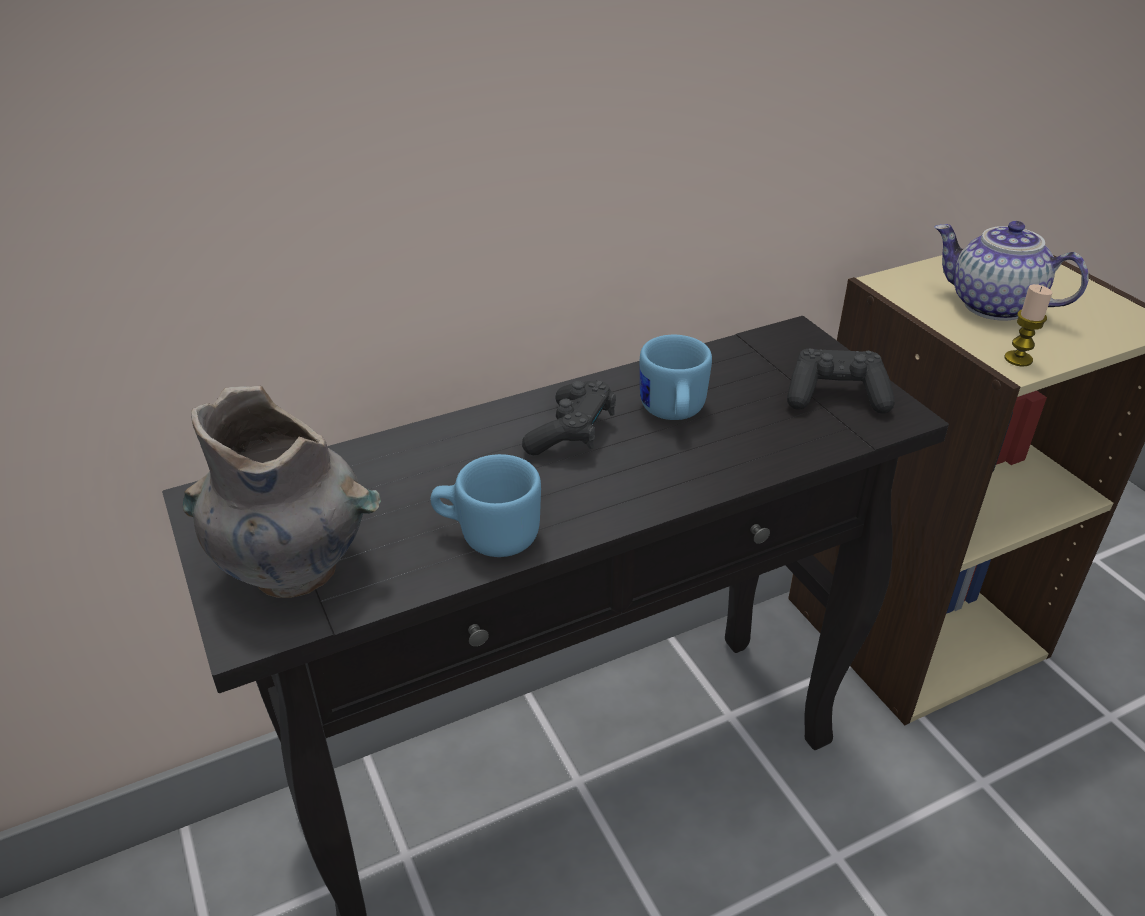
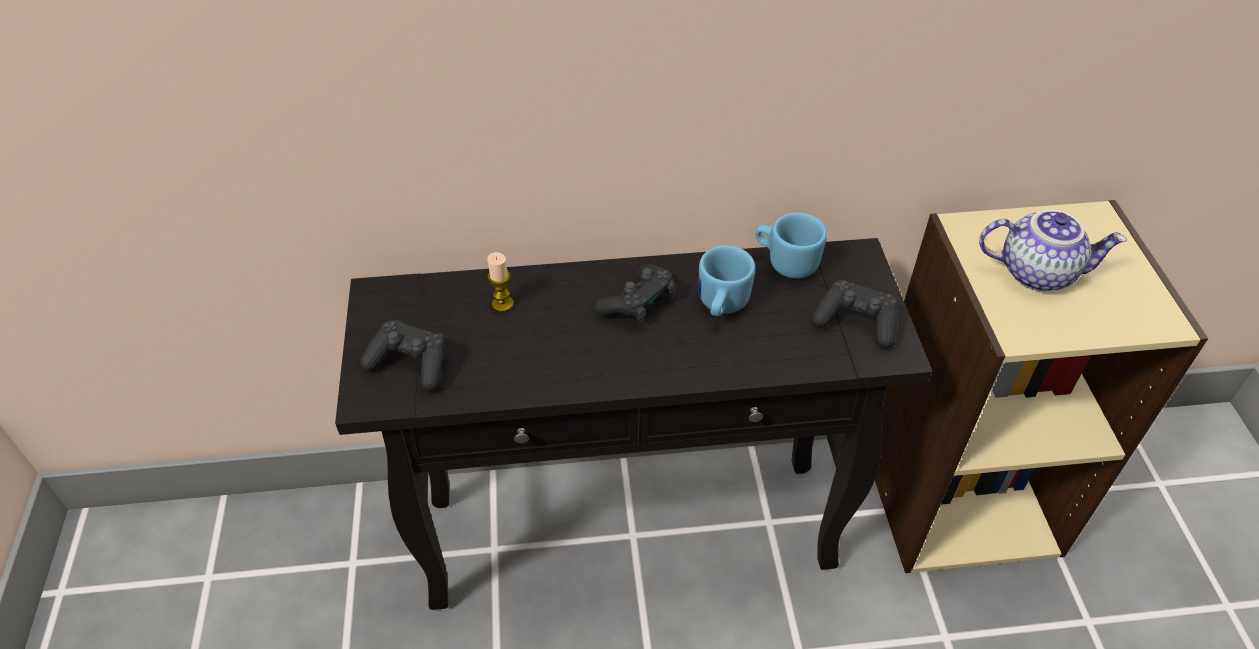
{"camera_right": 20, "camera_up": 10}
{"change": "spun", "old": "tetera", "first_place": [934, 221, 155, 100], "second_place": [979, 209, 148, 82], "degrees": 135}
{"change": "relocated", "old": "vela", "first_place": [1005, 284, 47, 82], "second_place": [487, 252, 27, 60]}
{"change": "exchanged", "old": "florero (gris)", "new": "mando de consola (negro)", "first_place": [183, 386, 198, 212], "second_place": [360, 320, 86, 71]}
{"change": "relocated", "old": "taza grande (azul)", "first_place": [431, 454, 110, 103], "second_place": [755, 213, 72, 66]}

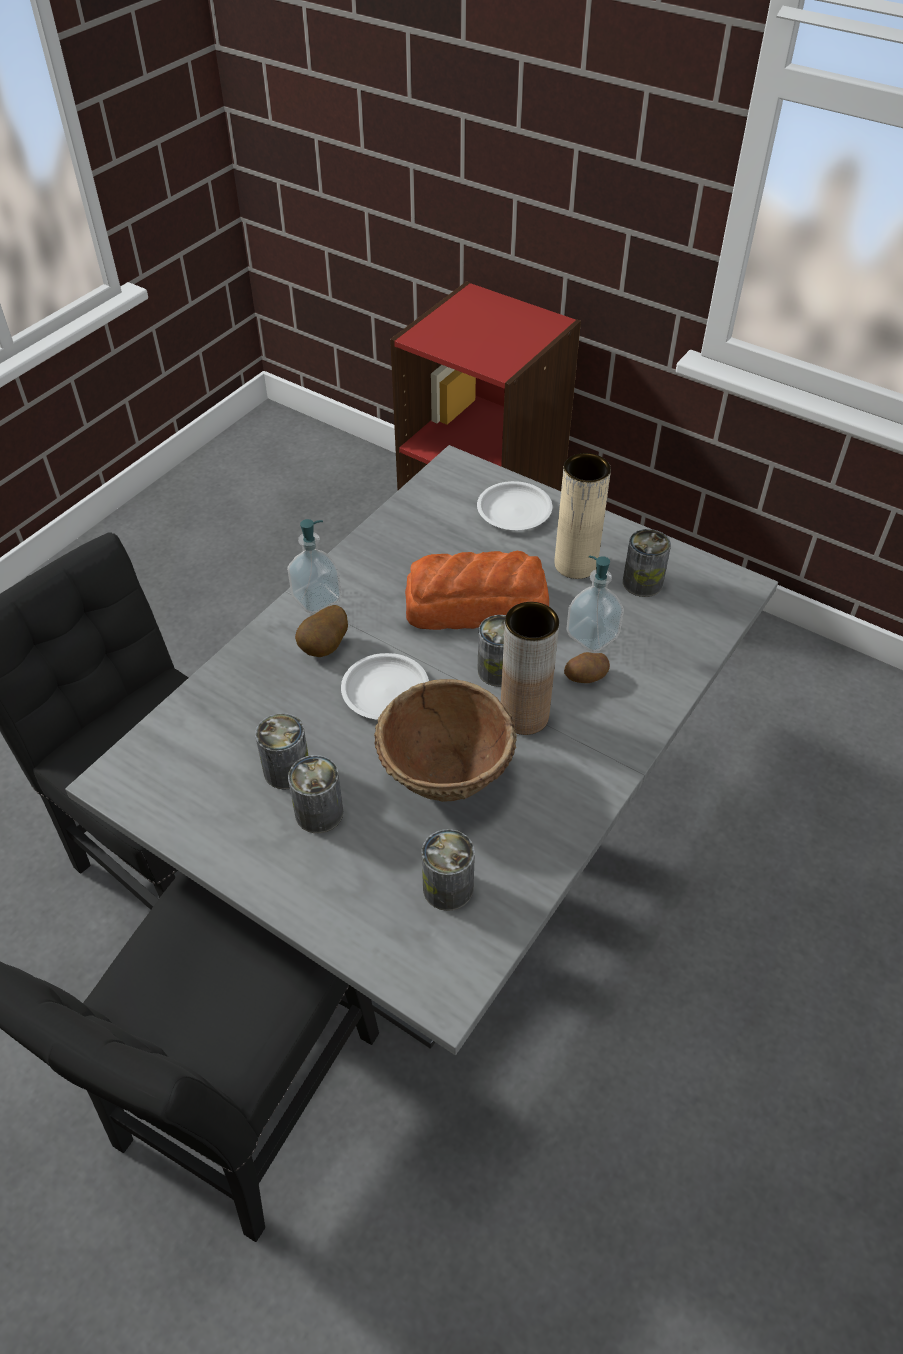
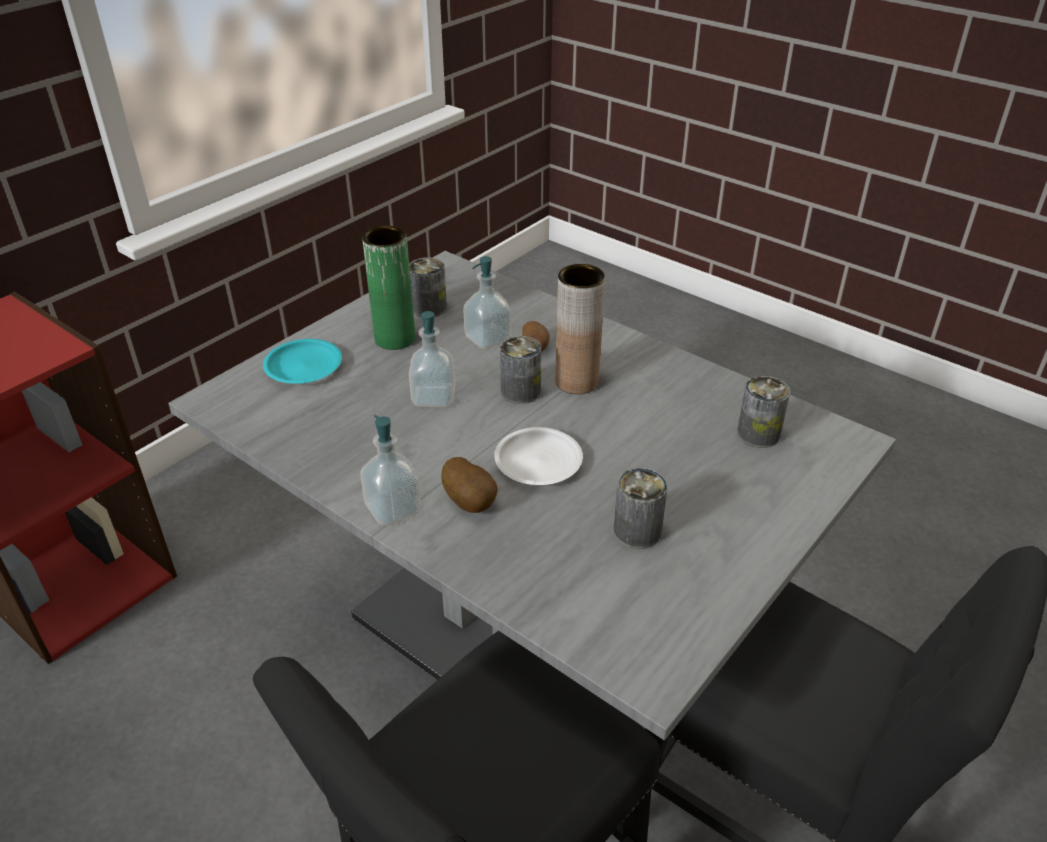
{"camera_right": -85, "camera_up": -10}
{"change": "colour", "old": "florero (beis)", "new": "florero (verde)", "first_place": [555, 453, 56, 126], "second_place": [362, 226, 53, 124]}
{"change": "colour", "old": "plato (blanco)", "new": "plato (turquesa)", "first_place": [477, 481, 75, 49], "second_place": [263, 339, 79, 45]}
{"change": "exchanged", "old": "pan", "new": "dispensador de jabón", "first_place": [405, 551, 144, 79], "second_place": [409, 311, 47, 97]}
{"change": "missing", "old": "cuenco (marrón)", "first_place": [374, 679, 143, 123]}
{"change": "missing", "old": "lata", "first_place": [288, 755, 55, 78]}

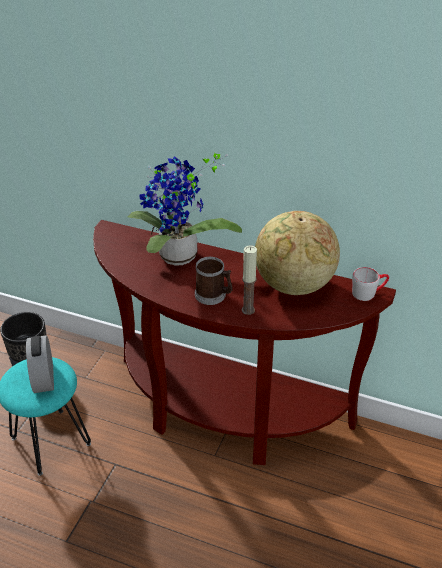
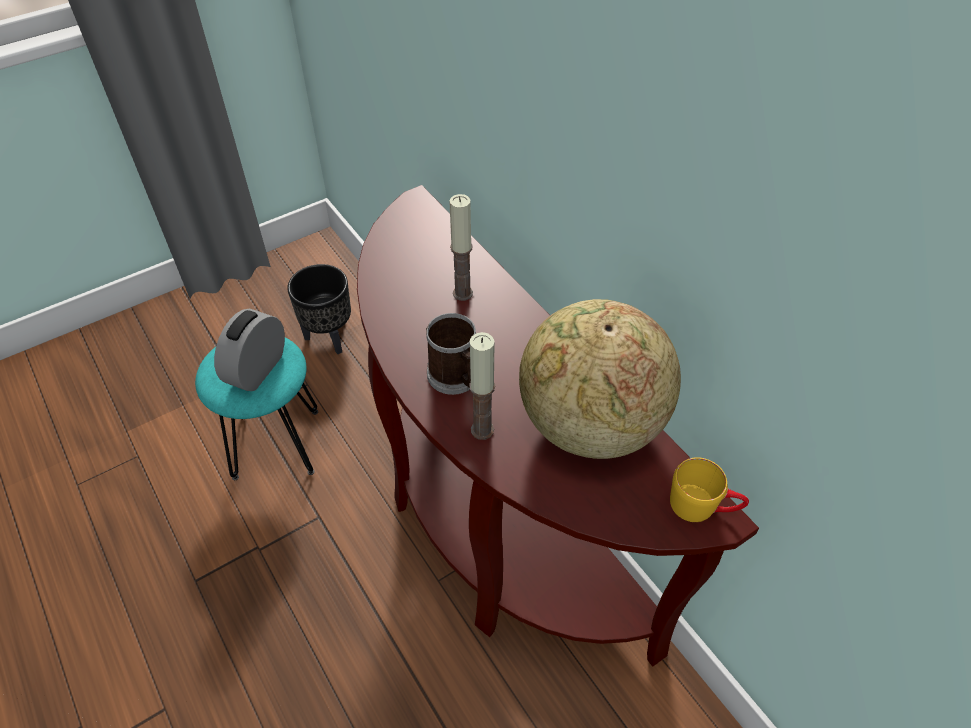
{"camera_right": 35, "camera_up": 10}
{"change": "exchanged", "old": "planta en maceta", "new": "vela", "first_place": [127, 153, 115, 112], "second_place": [449, 194, 24, 107]}
{"change": "colour", "old": "taza grande (gris)", "new": "taza grande (amarillo)", "first_place": [352, 267, 37, 34], "second_place": [670, 457, 79, 65]}

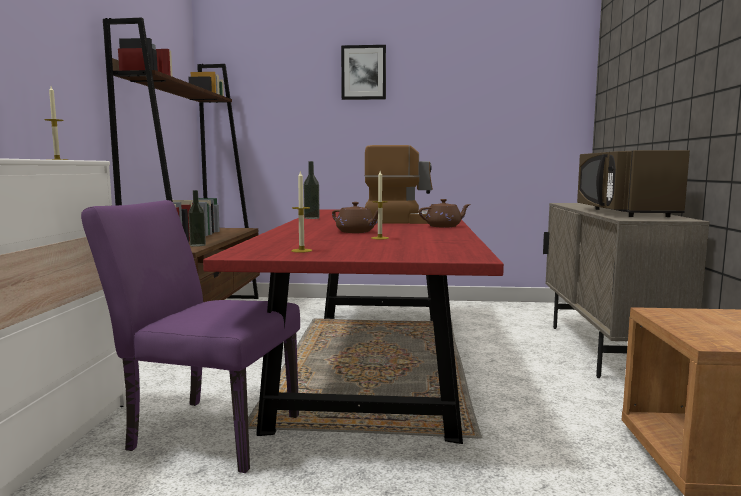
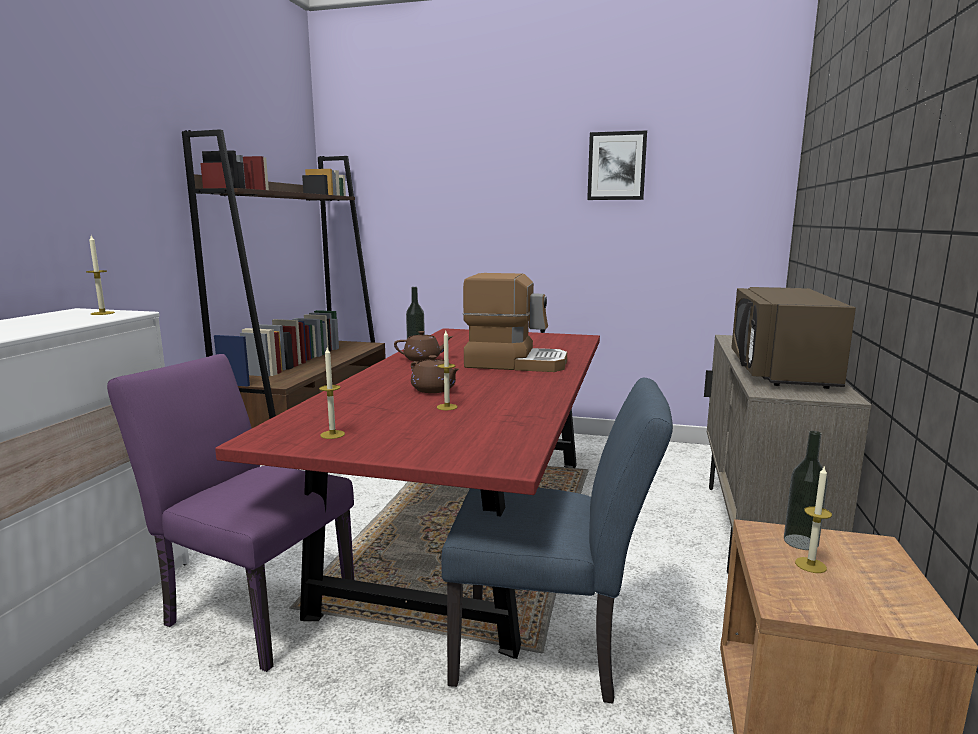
{"camera_right": 10, "camera_up": 5}
{"change": "relocated", "old": "cuadro", "first_place": [341, 45, 45, 55], "second_place": [587, 130, 60, 70]}
{"change": "relocated", "old": "botella", "first_place": [188, 190, 18, 57], "second_place": [784, 431, 44, 119]}
{"change": "relocated", "old": "tetera (marrón)", "first_place": [419, 199, 52, 28], "second_place": [394, 331, 59, 31]}
{"change": "appeared", "new": "silla (azul)", "second_place": [441, 378, 232, 326]}
{"change": "appeared", "new": "vela", "second_place": [795, 465, 37, 108]}

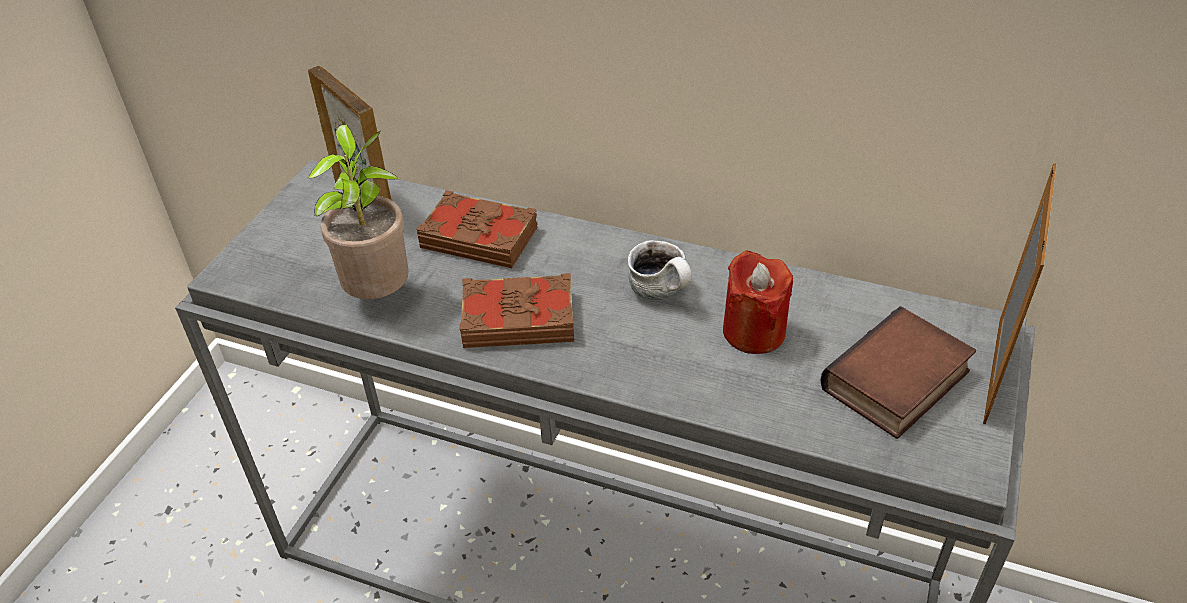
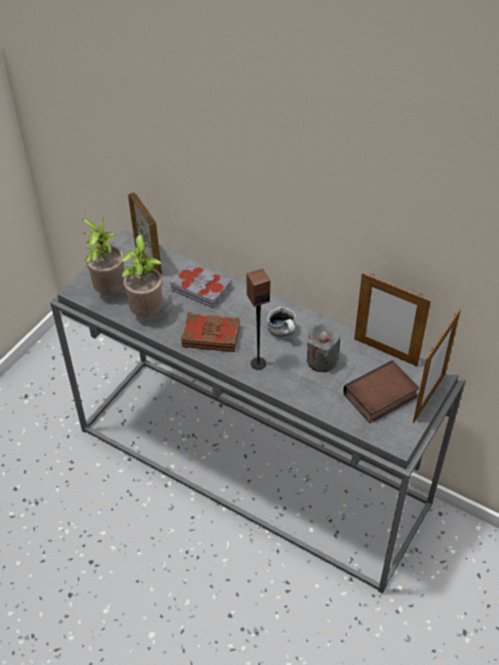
{"camera_right": 10, "camera_up": 5}
{"change": "colour", "old": "libro (marrón)", "new": "libro (gris)", "first_place": [416, 190, 122, 78], "second_place": [170, 261, 62, 48]}
{"change": "colour", "old": "vela (rojo)", "new": "vela (gris)", "first_place": [723, 250, 70, 104], "second_place": [307, 323, 33, 49]}
{"change": "appeared", "new": "planta en maceta", "second_place": [83, 217, 41, 77]}
{"change": "appeared", "new": "altavoz", "second_place": [246, 269, 24, 101]}
{"change": "appeared", "new": "portarretratos", "second_place": [354, 273, 77, 94]}

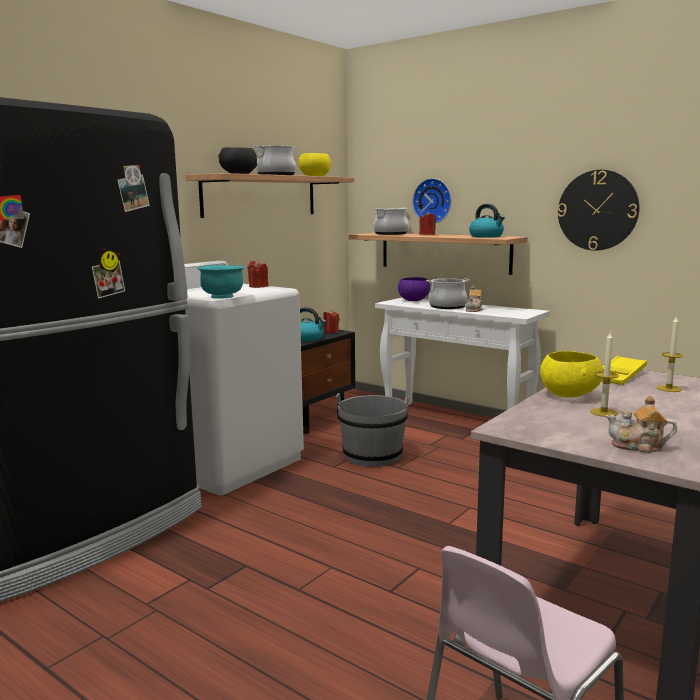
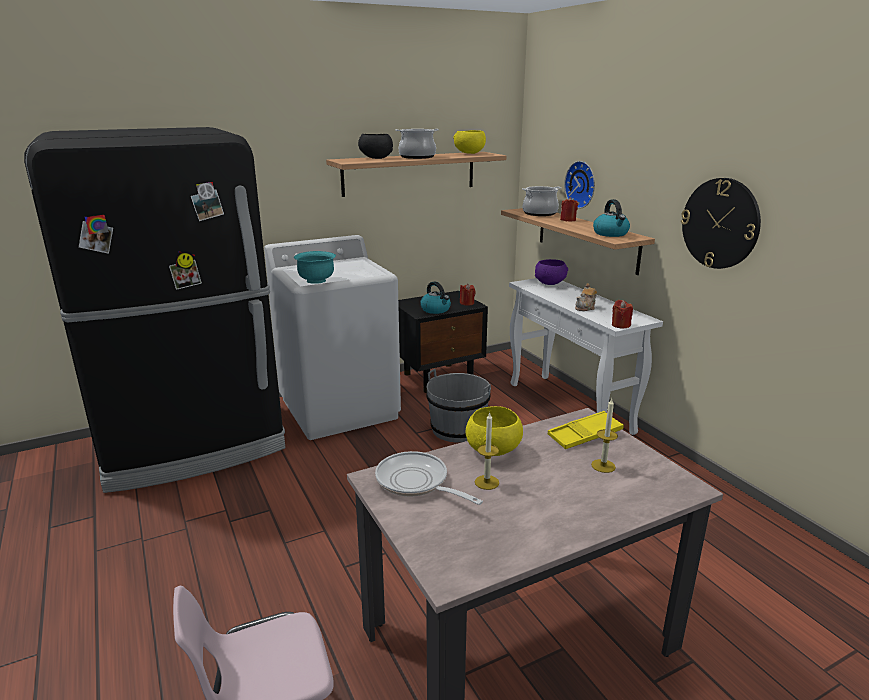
{"camera_right": 25, "camera_up": 10}
{"change": "relocated", "old": "vela (rojo)", "first_place": [247, 259, 21, 29], "second_place": [612, 300, 21, 29]}
{"change": "missing", "old": "olla", "first_place": [427, 278, 43, 31]}
{"change": "missing", "old": "tetera", "first_place": [606, 396, 71, 57]}
{"change": "appeared", "new": "sartén", "second_place": [375, 451, 108, 54]}

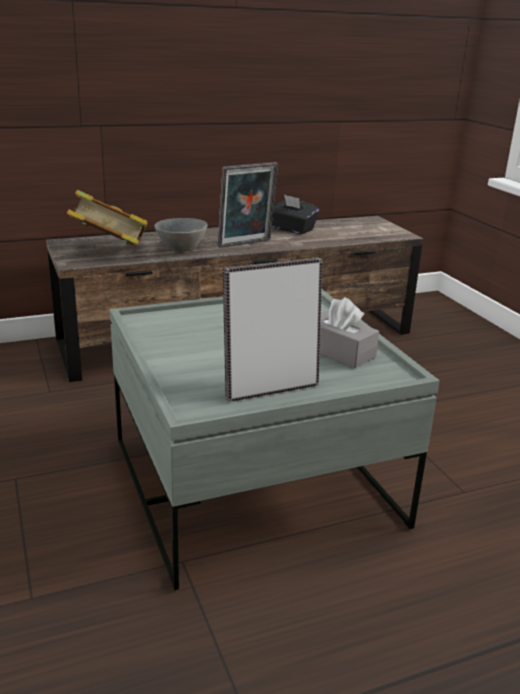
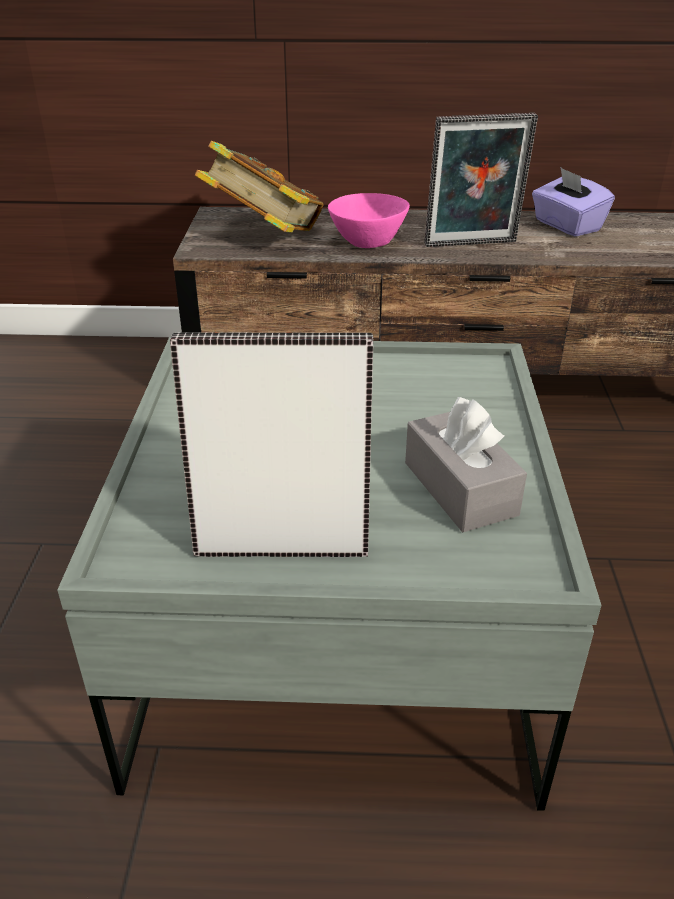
{"camera_right": 25, "camera_up": 10}
{"change": "colour", "old": "caja de pañuelos (negro)", "new": "caja de pañuelos (morado)", "first_place": [272, 195, 47, 39], "second_place": [532, 167, 83, 70]}
{"change": "colour", "old": "cuenco (gris)", "new": "cuenco (rosa)", "first_place": [154, 218, 54, 34], "second_place": [328, 193, 82, 55]}

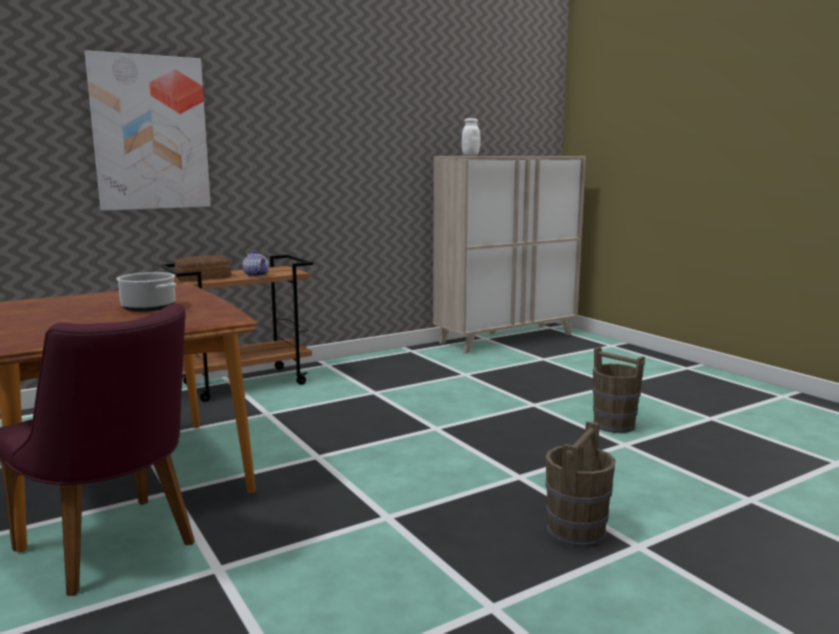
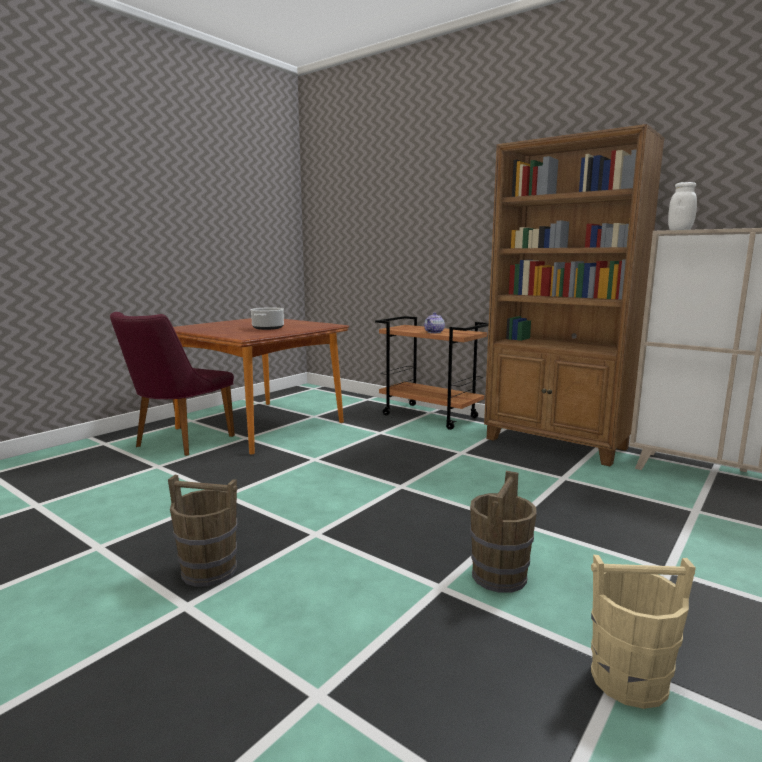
{"camera_right": 70, "camera_up": 0}
{"change": "missing", "old": "cuadro", "first_place": [85, 50, 126, 161]}
{"change": "missing", "old": "pan", "first_place": [175, 255, 56, 27]}
{"change": "appeared", "new": "estantería (marrón)", "second_place": [484, 124, 181, 343]}
{"change": "appeared", "new": "cubo (beis)", "second_place": [591, 554, 105, 155]}

